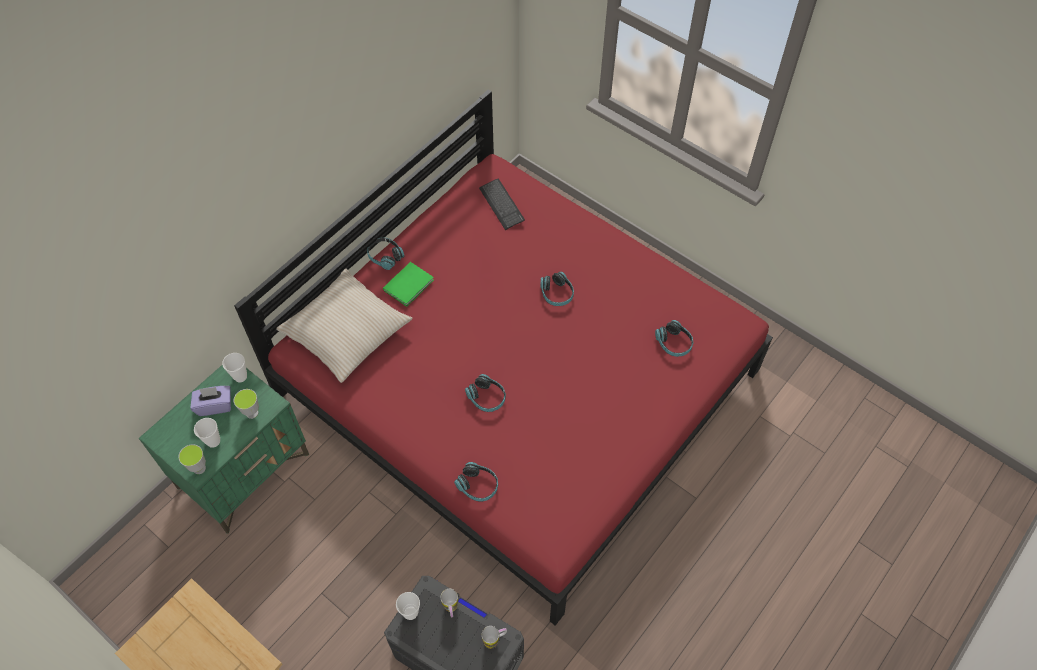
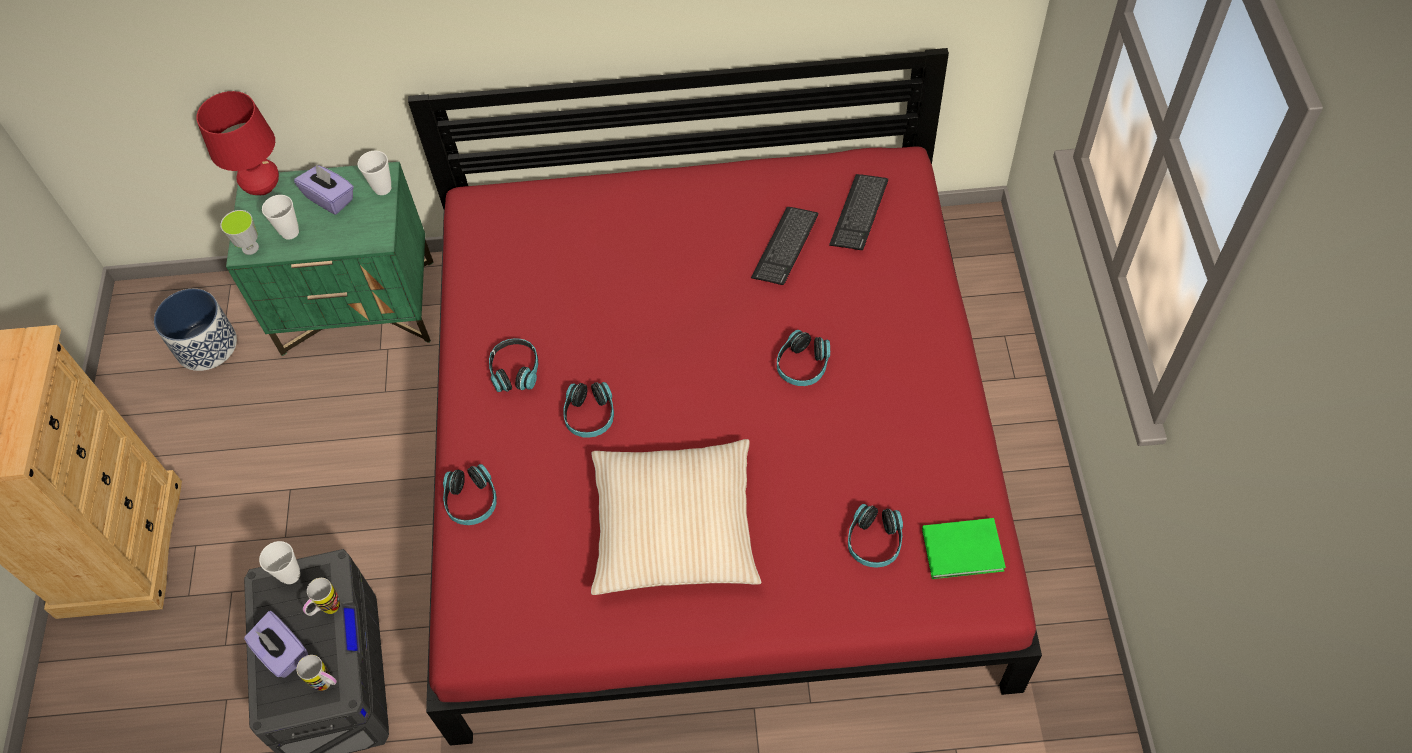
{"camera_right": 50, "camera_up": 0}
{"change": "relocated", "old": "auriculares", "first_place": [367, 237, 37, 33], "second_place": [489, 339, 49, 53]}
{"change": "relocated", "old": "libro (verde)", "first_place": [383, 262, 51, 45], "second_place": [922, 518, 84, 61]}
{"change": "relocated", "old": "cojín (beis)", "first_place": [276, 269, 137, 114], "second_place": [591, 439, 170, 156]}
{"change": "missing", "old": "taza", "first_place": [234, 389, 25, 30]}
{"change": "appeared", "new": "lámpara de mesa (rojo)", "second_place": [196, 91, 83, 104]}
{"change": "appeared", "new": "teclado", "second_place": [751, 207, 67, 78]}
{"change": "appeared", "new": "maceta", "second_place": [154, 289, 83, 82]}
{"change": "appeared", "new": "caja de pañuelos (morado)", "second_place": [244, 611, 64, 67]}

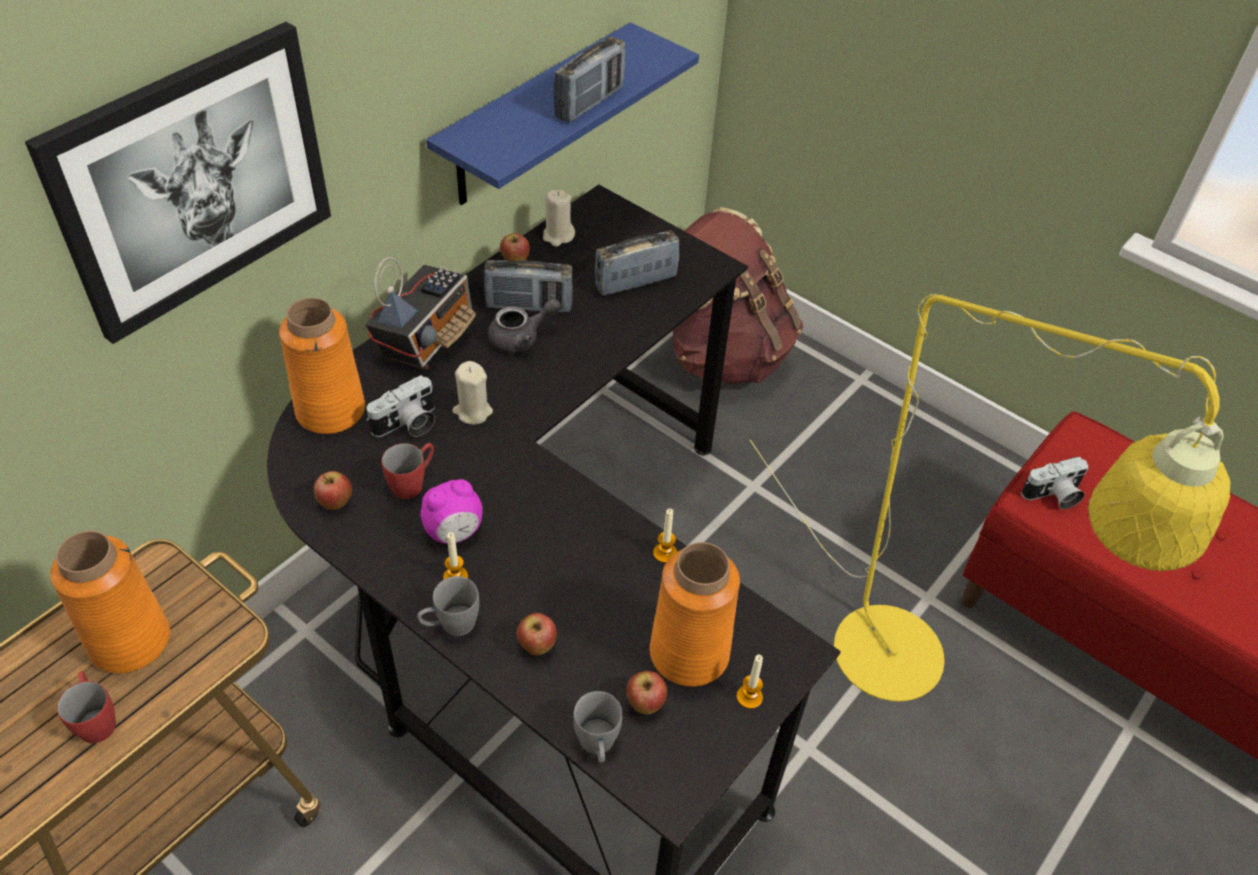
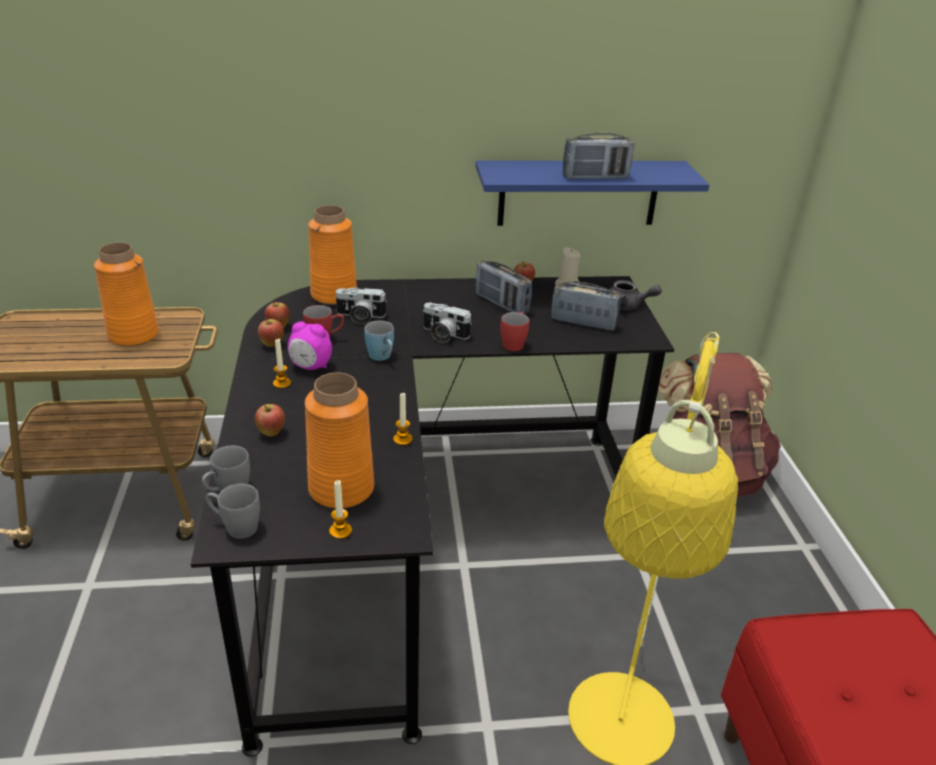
{"camera_right": 45, "camera_up": -15}
{"change": "missing", "old": "cuadro", "first_place": [25, 22, 306, 322]}
{"change": "missing", "old": "radio", "first_place": [365, 257, 111, 113]}
{"change": "relocated", "old": "tetera (gris)", "first_place": [488, 298, 73, 55], "second_place": [609, 280, 53, 30]}
{"change": "missing", "old": "vela (beis)", "first_place": [452, 361, 41, 64]}
{"change": "relocated", "old": "cámara", "first_place": [1021, 457, 67, 52], "second_place": [423, 303, 49, 40]}
{"change": "relocated", "old": "taza grande (gris)", "first_place": [417, 576, 63, 60], "second_place": [205, 483, 55, 56]}
{"change": "relocated", "old": "taza grande (rojo)", "first_place": [57, 671, 59, 72], "second_place": [501, 312, 29, 39]}
{"change": "relocated", "old": "manzana", "first_place": [626, 671, 41, 43], "second_place": [258, 318, 26, 29]}
{"change": "appeared", "new": "taza grande (azul)", "second_place": [364, 321, 30, 40]}

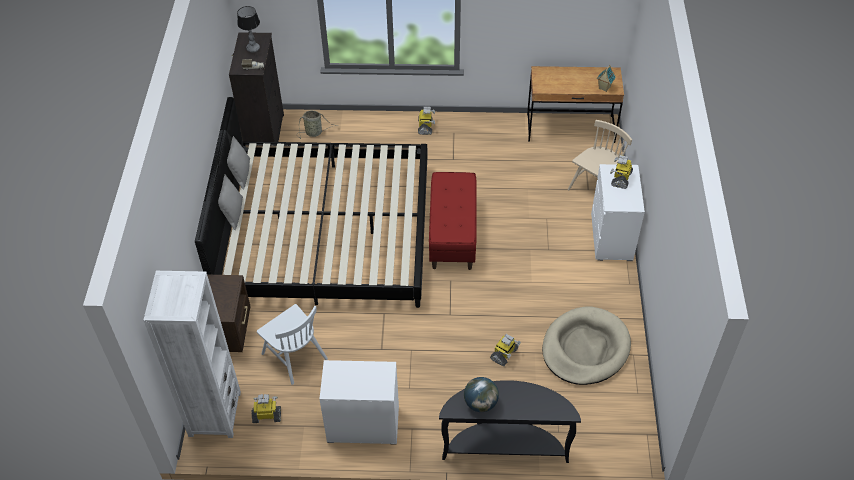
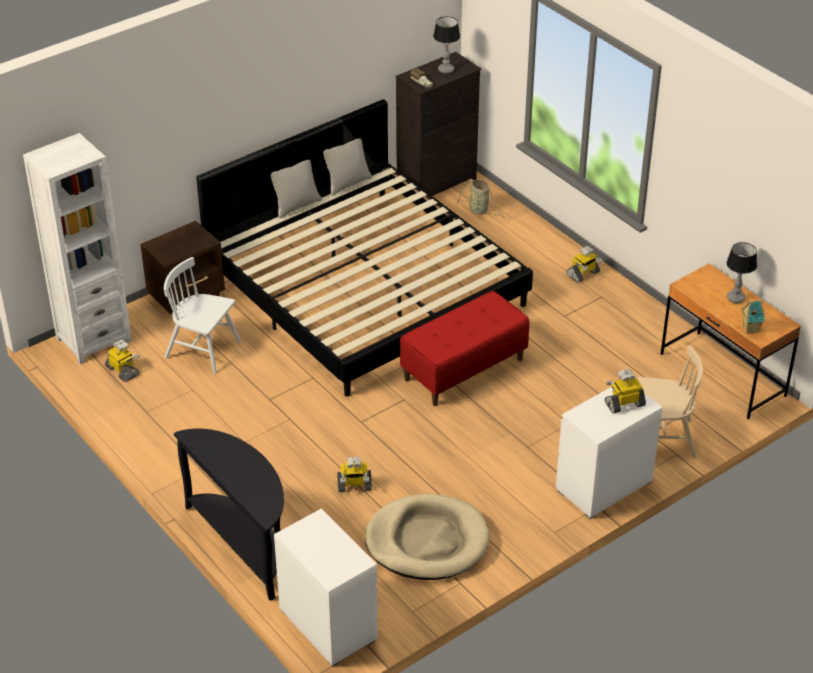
{"camera_right": 50, "camera_up": -10}
{"change": "spun", "old": "silla (blanco)", "first_place": [257, 304, 71, 81], "second_place": [164, 257, 77, 117], "degrees": 105}
{"change": "relocated", "old": "cómoda (blanco)", "first_place": [319, 360, 80, 85], "second_place": [274, 509, 104, 158]}
{"change": "missing", "old": "globo terráqueo", "first_place": [464, 377, 35, 35]}
{"change": "appeared", "new": "lámpara de mesa", "second_place": [726, 242, 31, 61]}

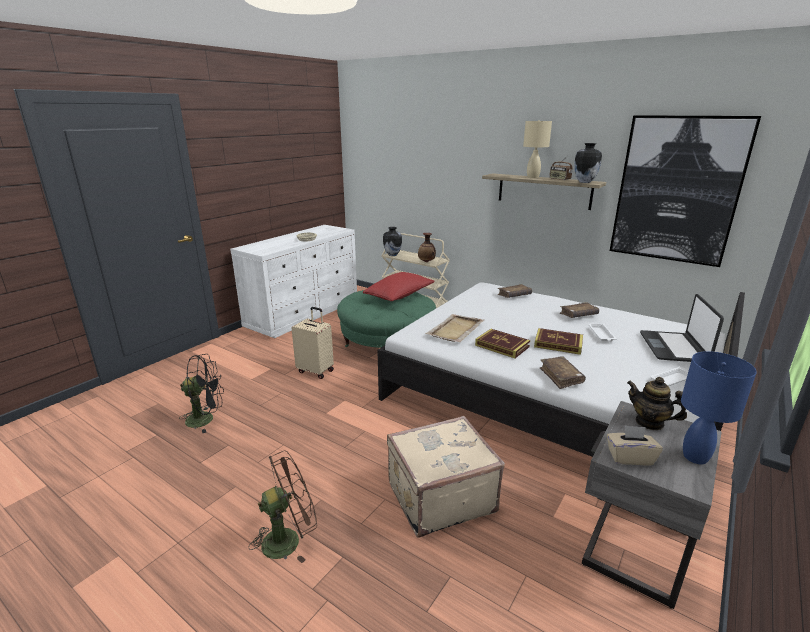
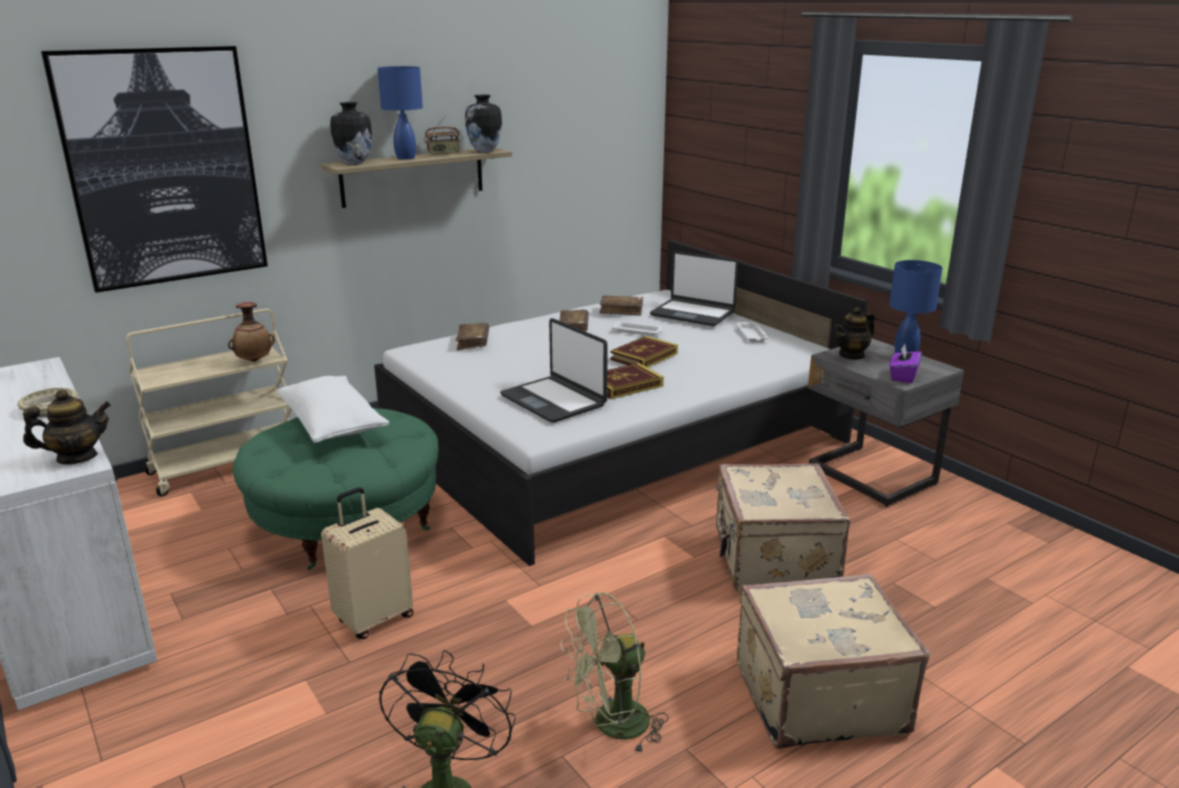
{"camera_right": -70, "camera_up": 0}
{"change": "relocated", "old": "cuadro", "first_place": [610, 115, 151, 152], "second_place": [41, 46, 227, 247]}
{"change": "colour", "old": "lámpara de mesa (beis)", "new": "lámpara de mesa (azul)", "first_place": [523, 120, 29, 58], "second_place": [378, 66, 45, 93]}
{"change": "relocated", "old": "florero", "first_place": [383, 227, 19, 29], "second_place": [330, 102, 42, 63]}
{"change": "colour", "old": "cojín (rojo)", "new": "cojín (blanco)", "first_place": [363, 272, 72, 29], "second_place": [277, 376, 112, 67]}
{"change": "exchanged", "old": "bandeja (beis)", "new": "portátil", "first_place": [426, 314, 58, 28], "second_place": [500, 318, 108, 105]}
{"change": "relocated", "old": "libro (marrón)", "first_place": [540, 356, 46, 33], "second_place": [599, 295, 44, 21]}
{"change": "colour", "old": "caja de pañuelos (beis)", "new": "caja de pañuelos (morado)", "first_place": [607, 425, 56, 41], "second_place": [890, 344, 32, 39]}
{"change": "exchanged", "old": "ventilador (marrón)", "new": "maleta (beis)", "first_place": [248, 450, 69, 113], "second_place": [737, 573, 193, 176]}
{"change": "appeared", "new": "tetera", "second_place": [23, 389, 88, 76]}
{"change": "appeared", "new": "ventilador (verde)", "second_place": [560, 592, 108, 163]}

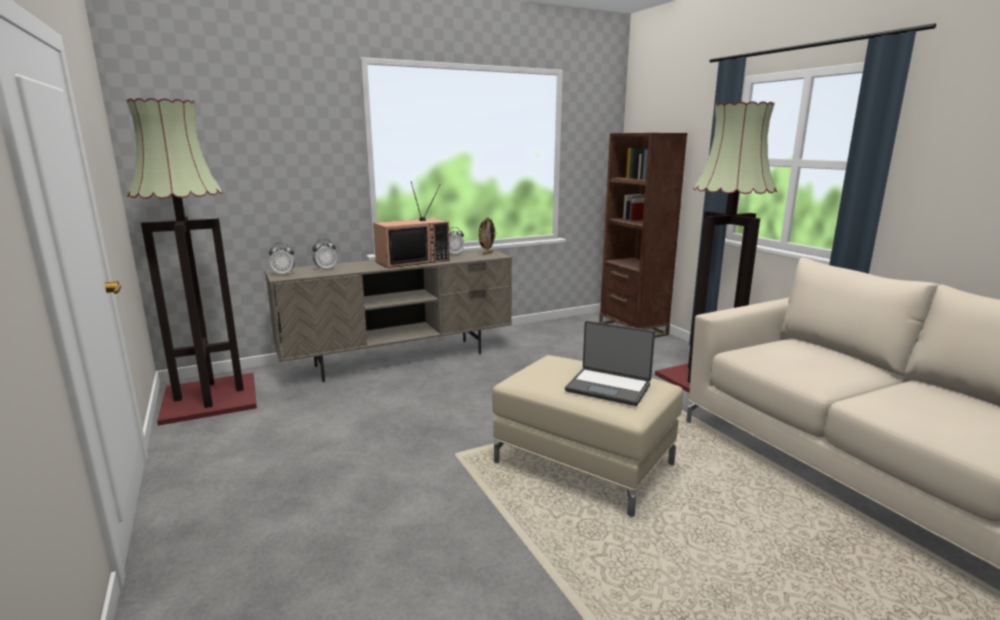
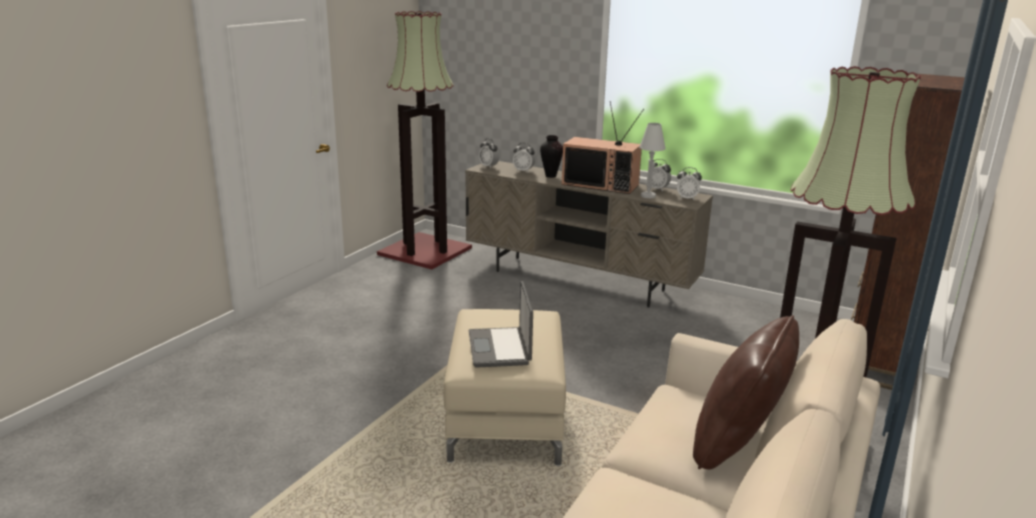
{"camera_right": 55, "camera_up": 5}
{"change": "exchanged", "old": "portarretratos", "new": "despertador", "first_place": [478, 217, 19, 38], "second_place": [677, 167, 25, 33]}
{"change": "appeared", "new": "lámpara de mesa (blanco)", "second_place": [639, 123, 27, 75]}
{"change": "appeared", "new": "florero", "second_place": [540, 135, 23, 43]}
{"change": "appeared", "new": "cojín (marrón)", "second_place": [693, 315, 106, 154]}

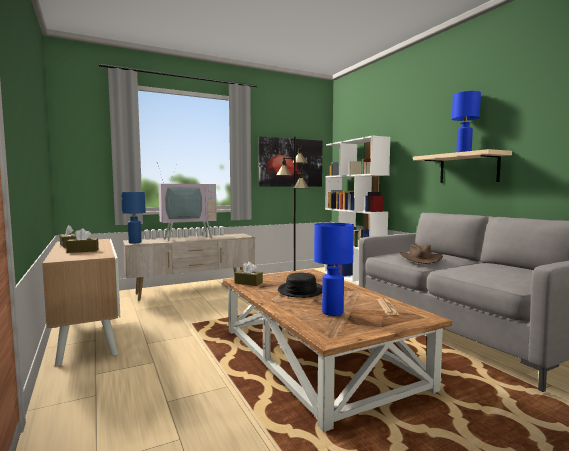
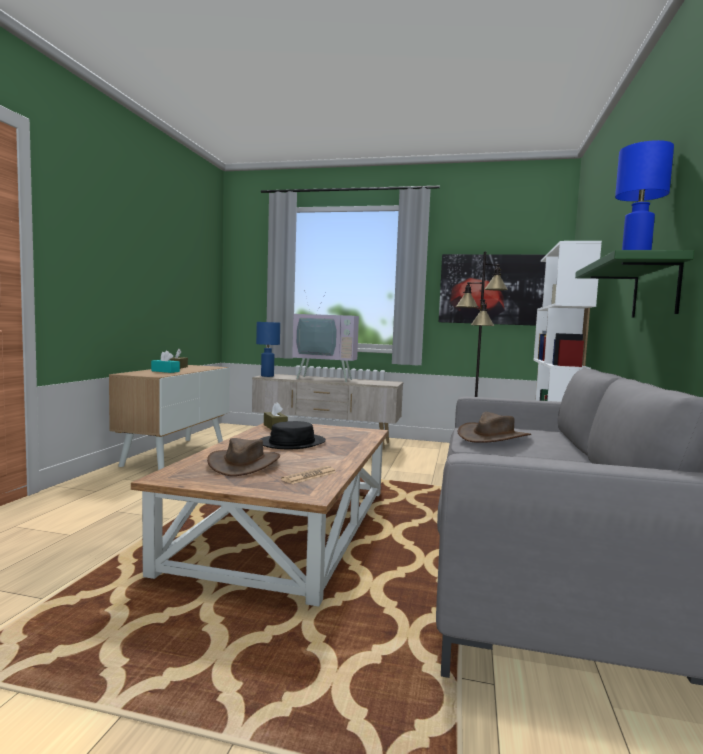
{"camera_right": 40, "camera_up": 0}
{"change": "colour", "old": "estante (beis)", "new": "estante (verde)", "first_place": [413, 149, 99, 34], "second_place": [575, 250, 119, 68]}
{"change": "exchanged", "old": "lámpara de mesa (azul)", "new": "sombrero (marrón)", "first_place": [314, 223, 40, 93], "second_place": [207, 438, 73, 38]}
{"change": "colour", "old": "caja de pañuelos (marrón)", "new": "caja de pañuelos (turquesa)", "first_place": [66, 229, 33, 24], "second_place": [151, 351, 29, 22]}

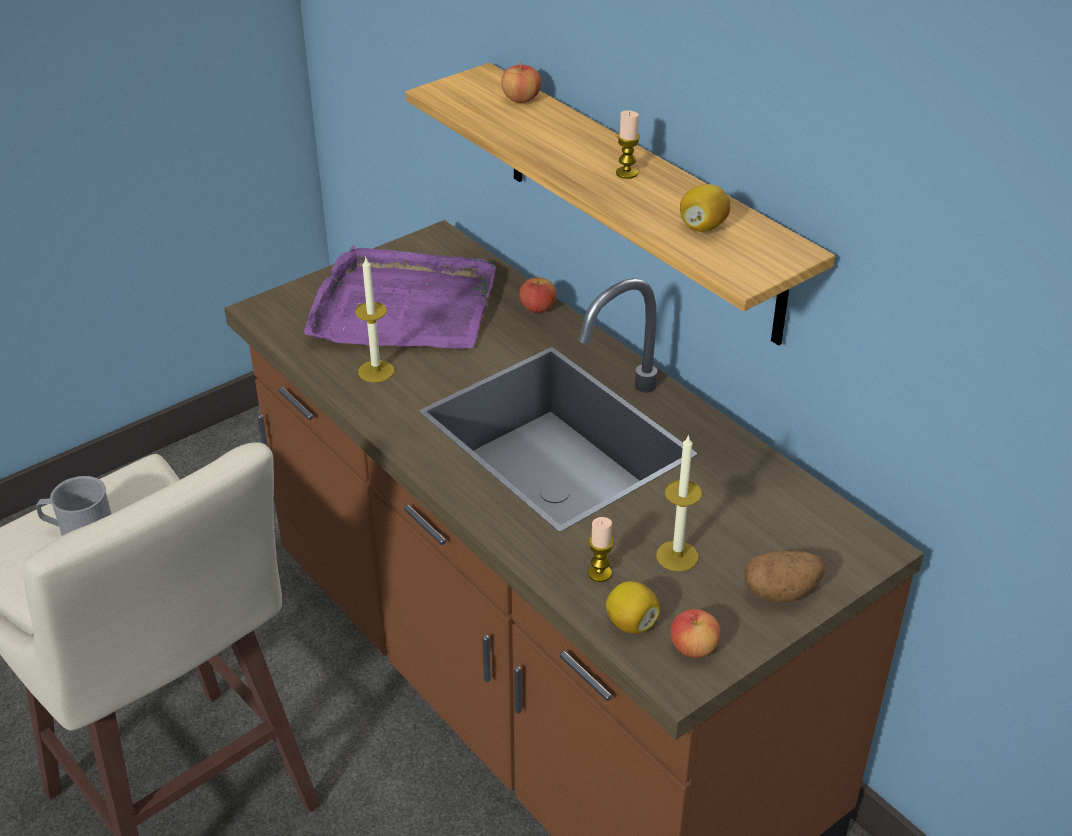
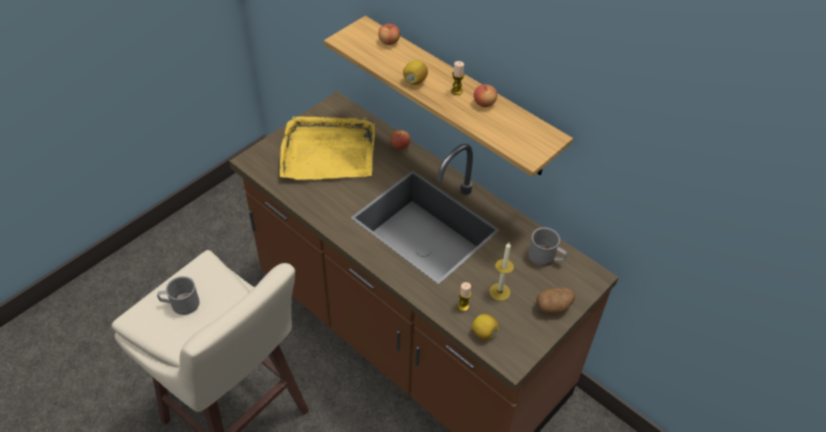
{"camera_right": -10, "camera_up": 10}
{"change": "relocated", "old": "limón", "first_place": [680, 184, 50, 48], "second_place": [403, 61, 25, 24]}
{"change": "colour", "old": "bandeja (morado)", "new": "bandeja (amarillo)", "first_place": [304, 246, 192, 103], "second_place": [280, 116, 95, 64]}
{"change": "missing", "old": "vela", "first_place": [355, 258, 39, 125]}
{"change": "relocated", "old": "manzana", "first_place": [670, 609, 51, 49], "second_place": [474, 84, 23, 23]}
{"change": "appeared", "new": "taza grande (gris)", "second_place": [529, 227, 38, 39]}

